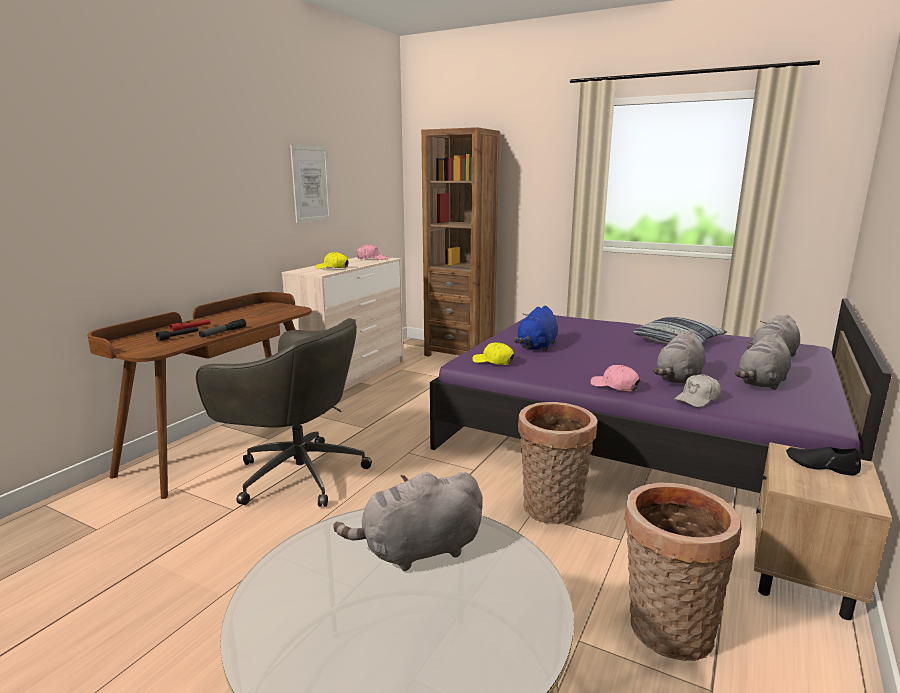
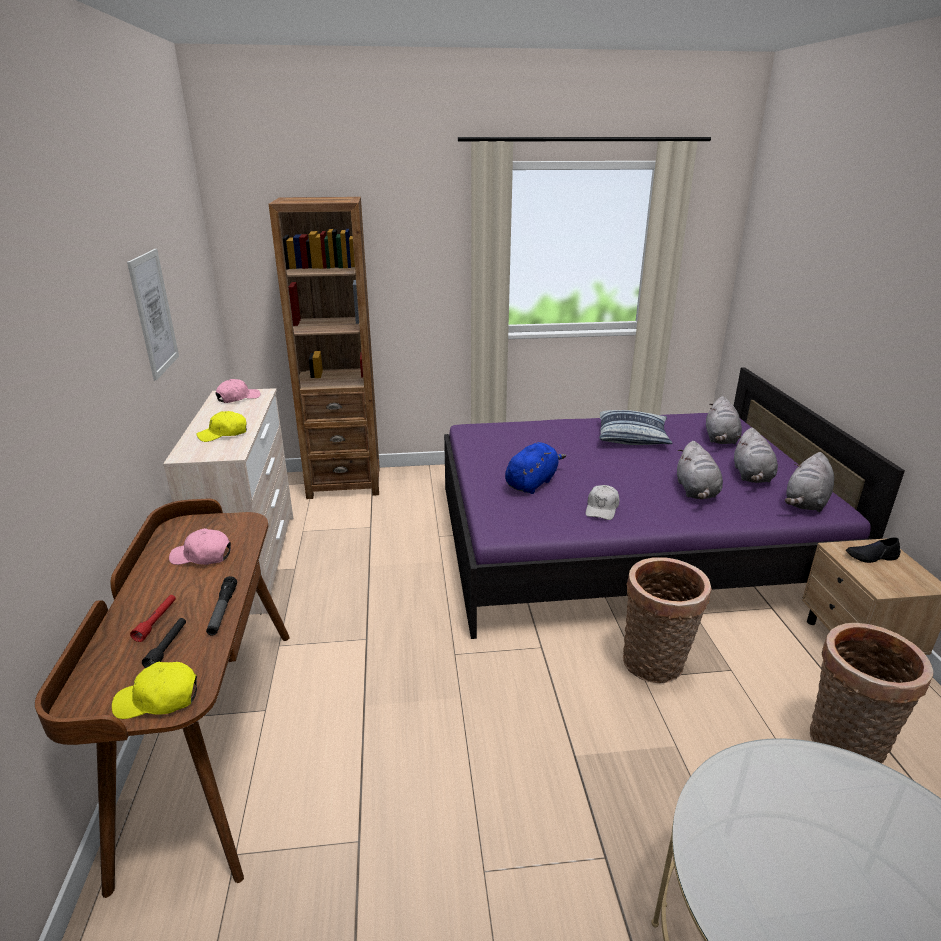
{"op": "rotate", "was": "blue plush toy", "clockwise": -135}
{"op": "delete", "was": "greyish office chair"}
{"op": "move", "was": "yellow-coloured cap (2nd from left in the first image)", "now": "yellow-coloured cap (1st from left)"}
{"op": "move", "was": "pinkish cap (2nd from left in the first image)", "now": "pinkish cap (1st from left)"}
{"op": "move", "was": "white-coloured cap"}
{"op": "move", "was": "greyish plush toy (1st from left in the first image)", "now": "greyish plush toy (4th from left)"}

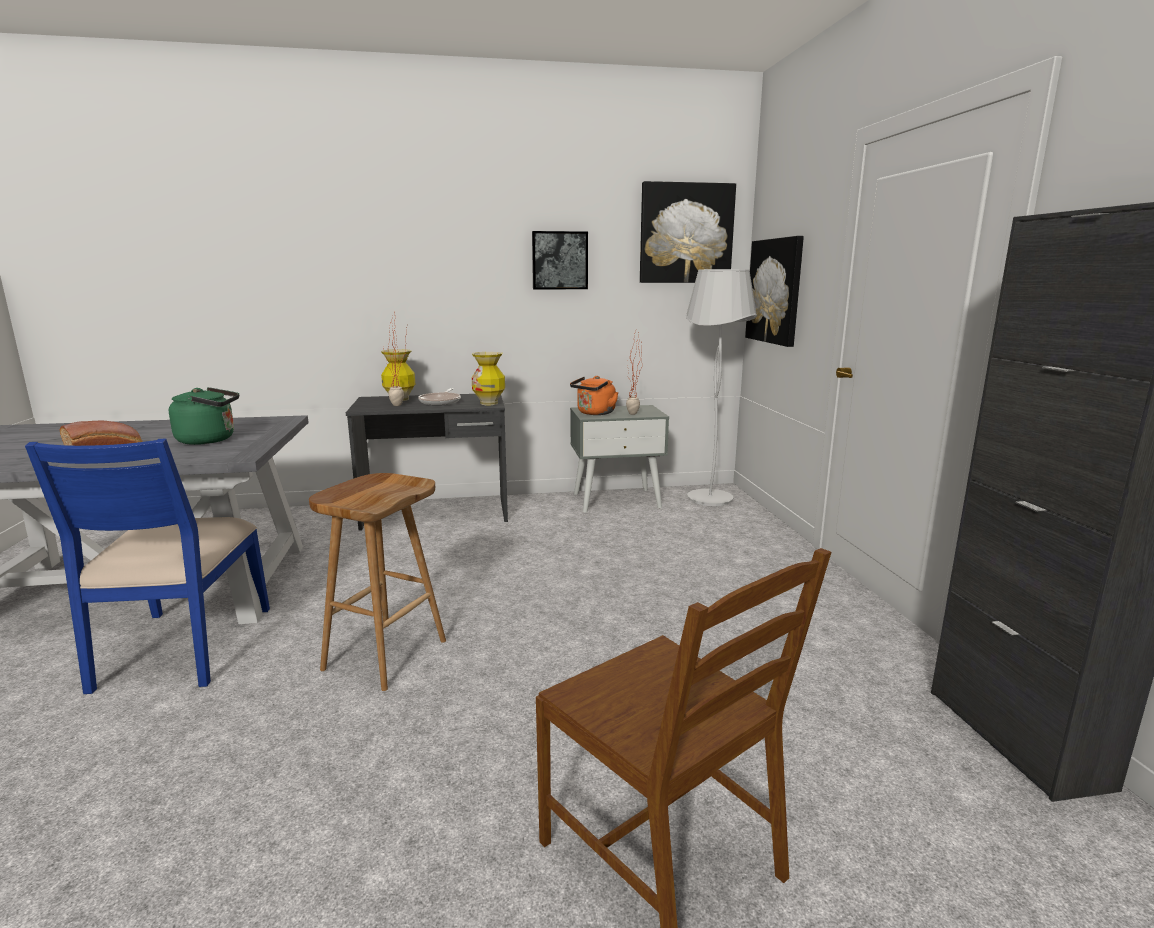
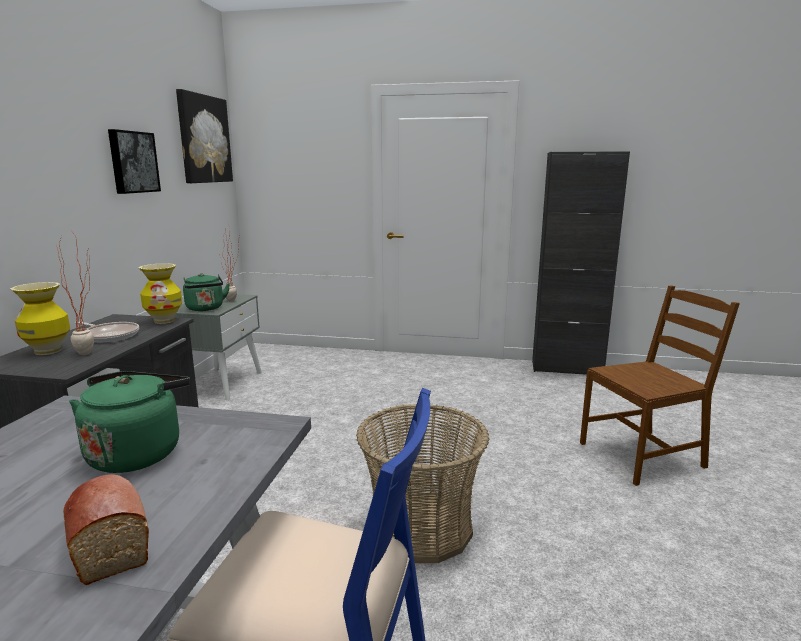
{"op": "delete", "was": "picture (3rd from left)"}
{"op": "delete", "was": "white-coloured standing lamp"}
{"op": "recolor", "was": "orange water kettle", "now": "green-coloured water kettle (2nd from left)"}
{"op": "replace", "was": "brownish sitting stool", "now": "basket"}

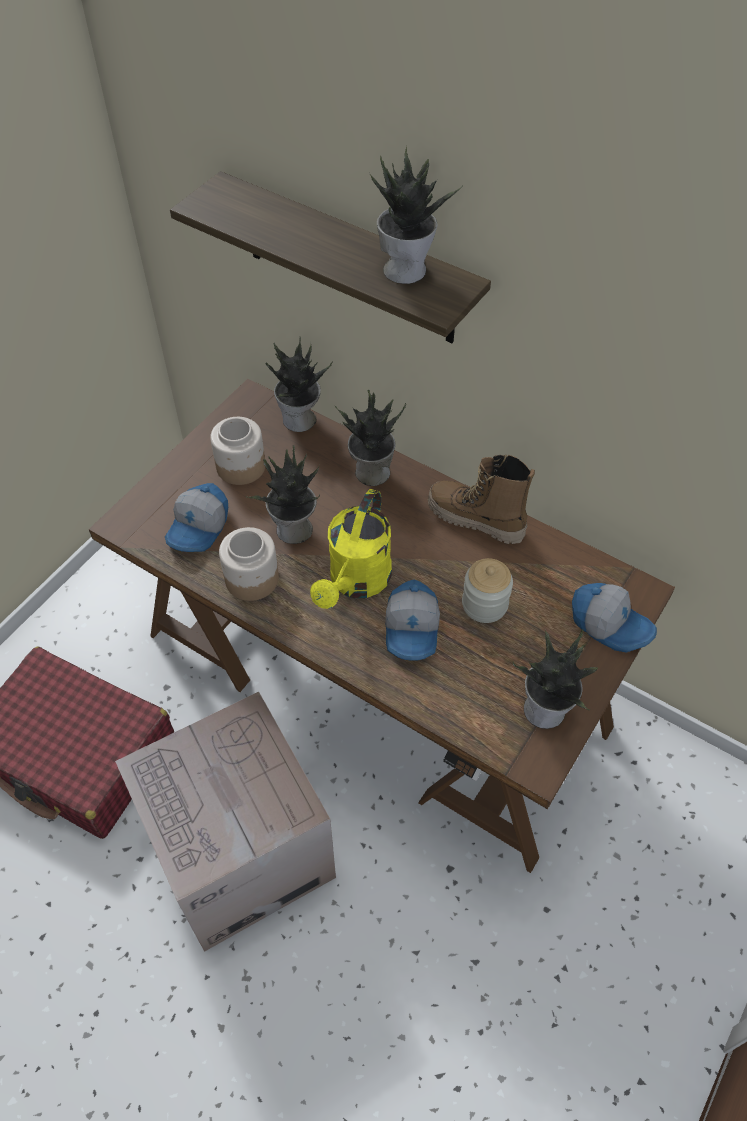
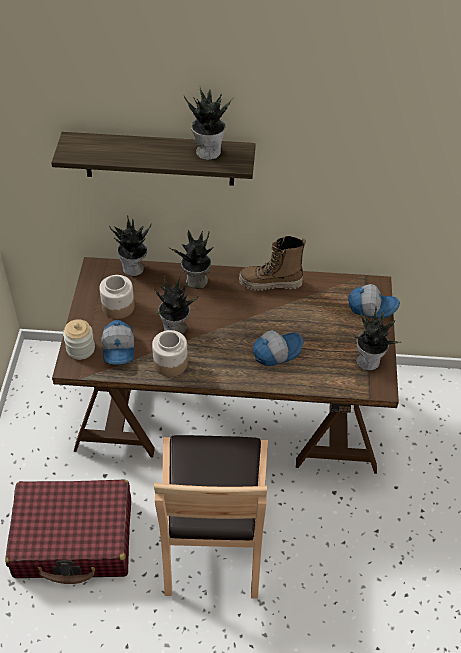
{"op": "delete", "was": "yellow-coloured watering can"}
{"op": "move", "was": "preserve jar (3rd from left in the first image)", "now": "preserve jar (1st from left)"}
{"op": "rotate", "was": "cap (2nd from left)", "clockwise": -90}
{"op": "replace", "was": "packing box", "now": "brownish plain chair"}

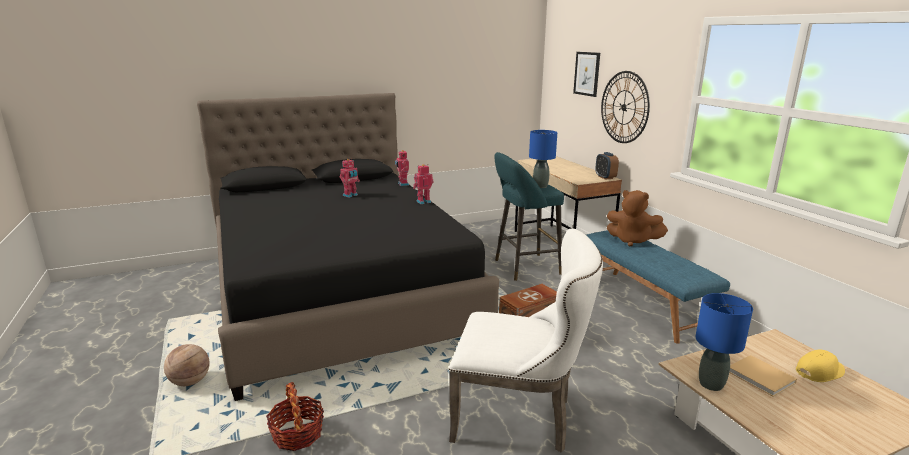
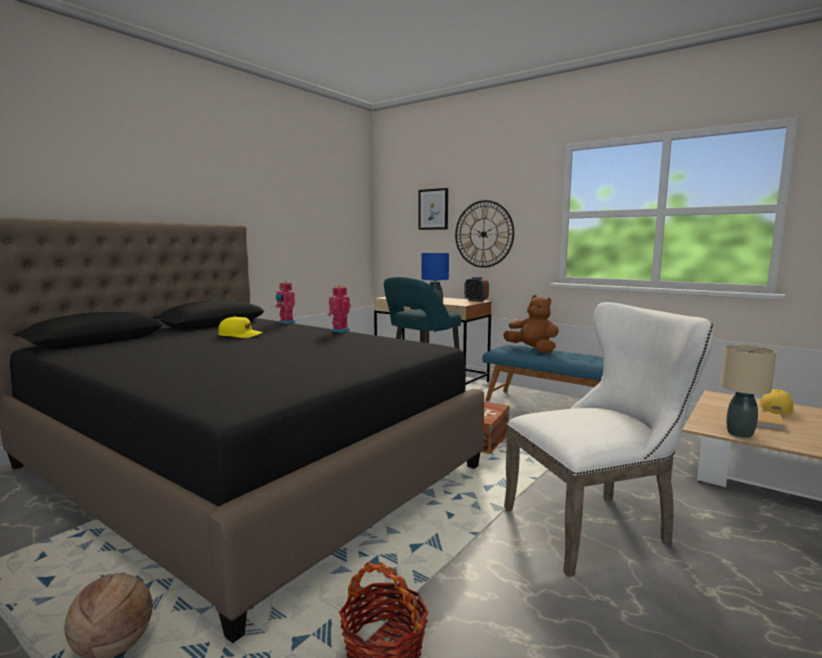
{"op": "replace", "was": "robot figure (1st from left)", "now": "yellow-coloured cap (1st from left)"}
{"op": "rotate", "was": "brownish plush toy", "clockwise": -135}
{"op": "recolor", "was": "blue tabletop lamp (2nd from left)", "now": "beige-coloured tabletop lamp"}

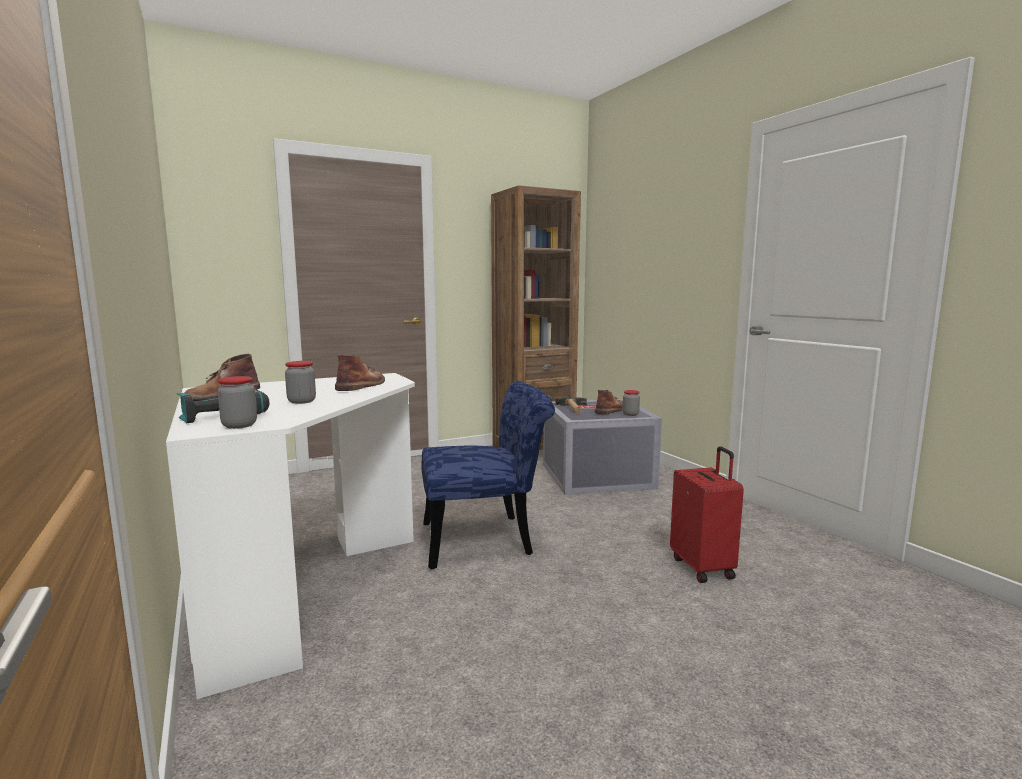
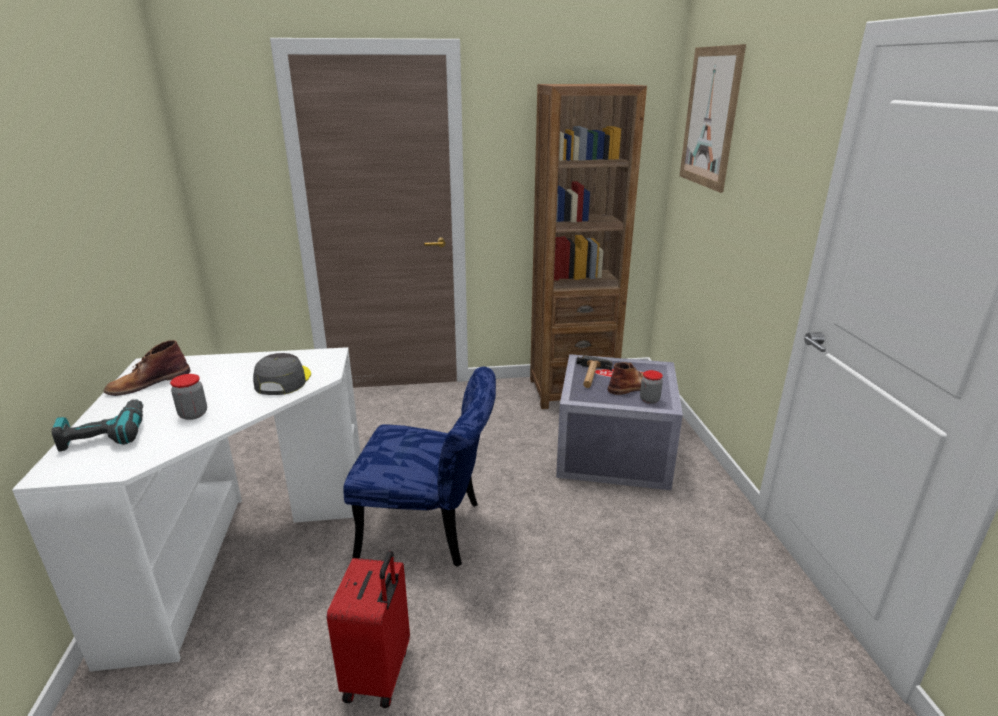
{"op": "replace", "was": "brownish high-top boot (2nd from left)", "now": "greyish cap"}
{"op": "delete", "was": "preserve jar (1st from left)"}
{"op": "move", "was": "reddish piece of luggage"}
{"op": "insert", "now": "picture"}

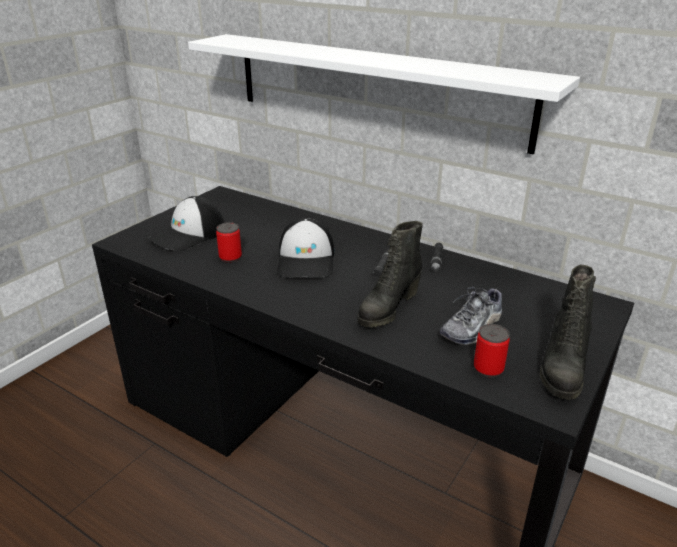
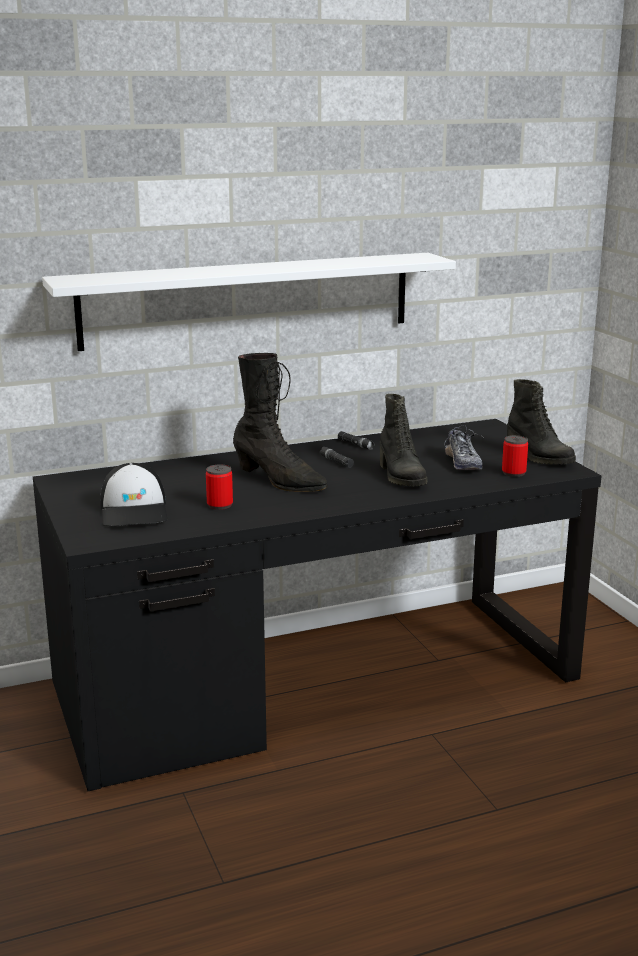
{"op": "replace", "was": "cap (2nd from left)", "now": "black-coloured high-top boot (1st from left)"}

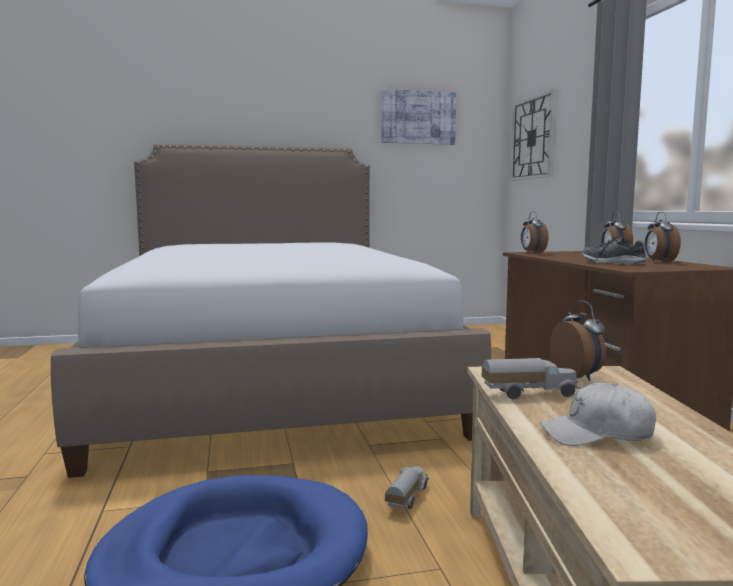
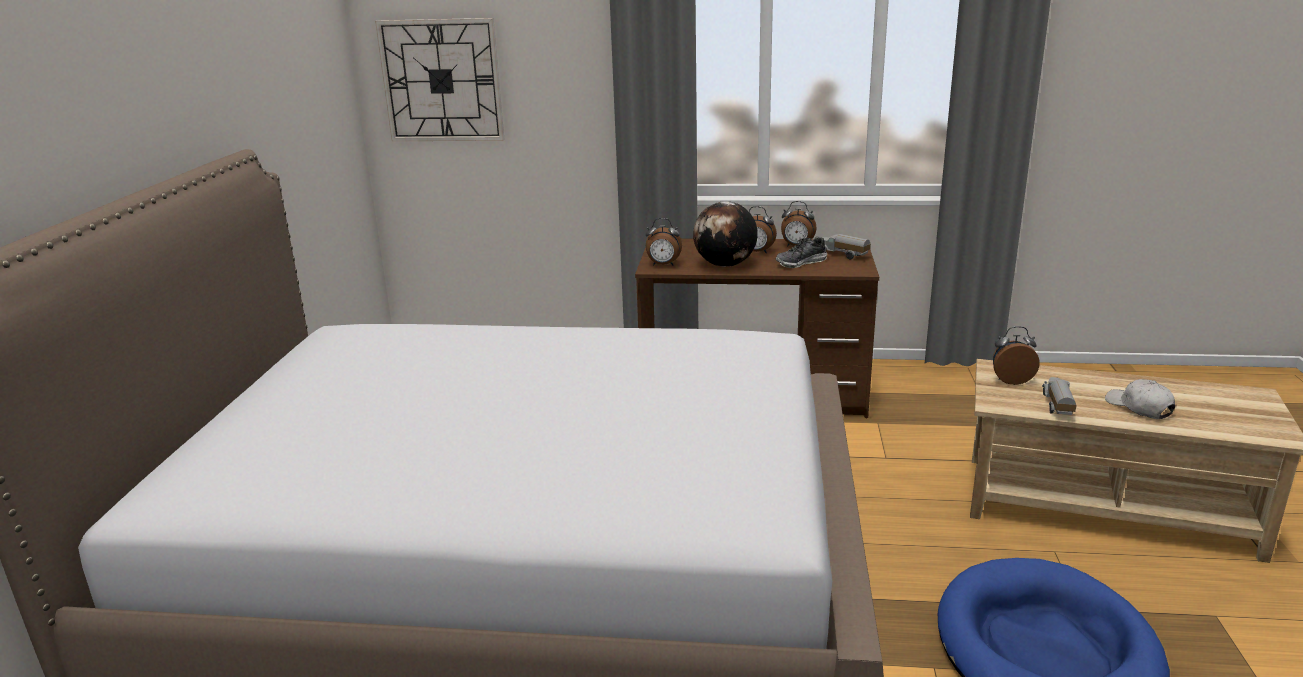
{"op": "delete", "was": "picture"}
{"op": "rotate", "was": "white-coloured cap", "clockwise": 135}
{"op": "move", "was": "model truck (1st from left)"}
{"op": "insert", "now": "world globe"}

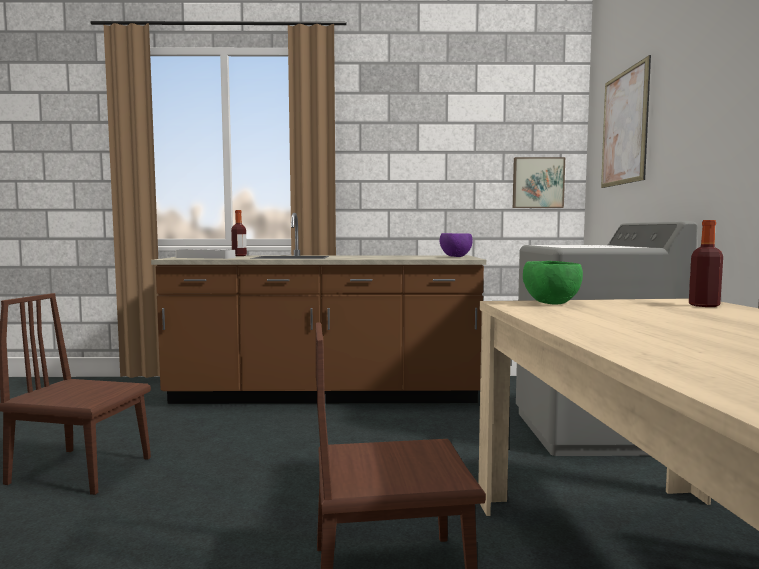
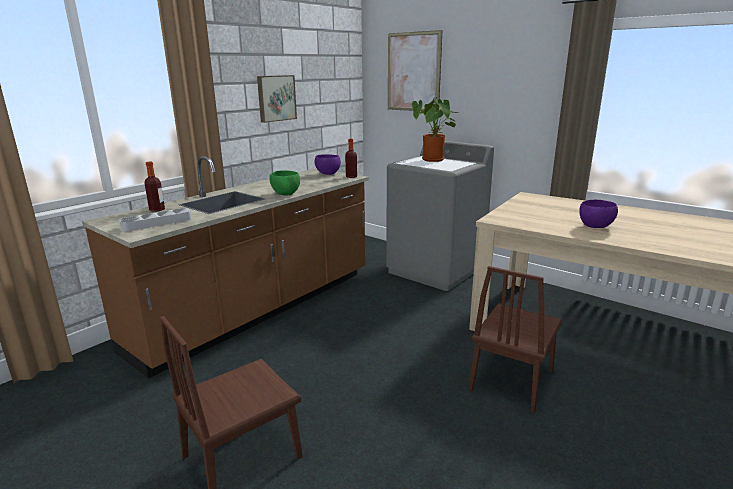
{"op": "move", "was": "picture (1st from left)"}
{"op": "move", "was": "bottle (2nd from left)"}
{"op": "move", "was": "green-coloured serving bowl"}
{"op": "insert", "now": "plant in a pot"}
{"op": "insert", "now": "purple-coloured serving bowl (2nd from left)"}

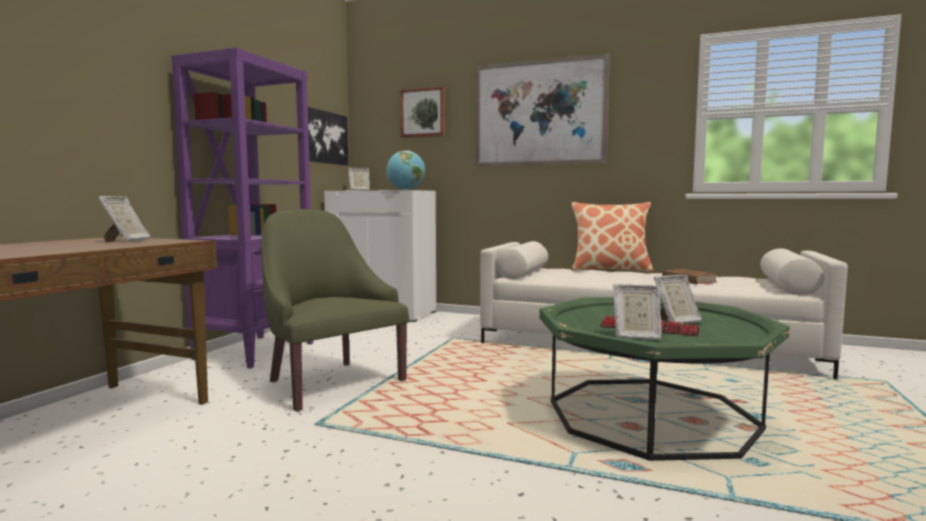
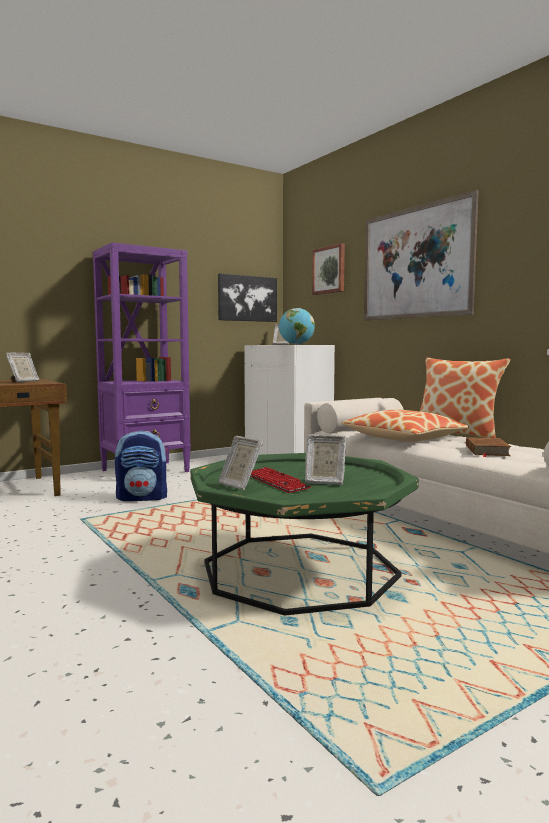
{"op": "replace", "was": "green-coloured easy chair", "now": "knapsack"}
{"op": "insert", "now": "pillow (1st from left)"}

